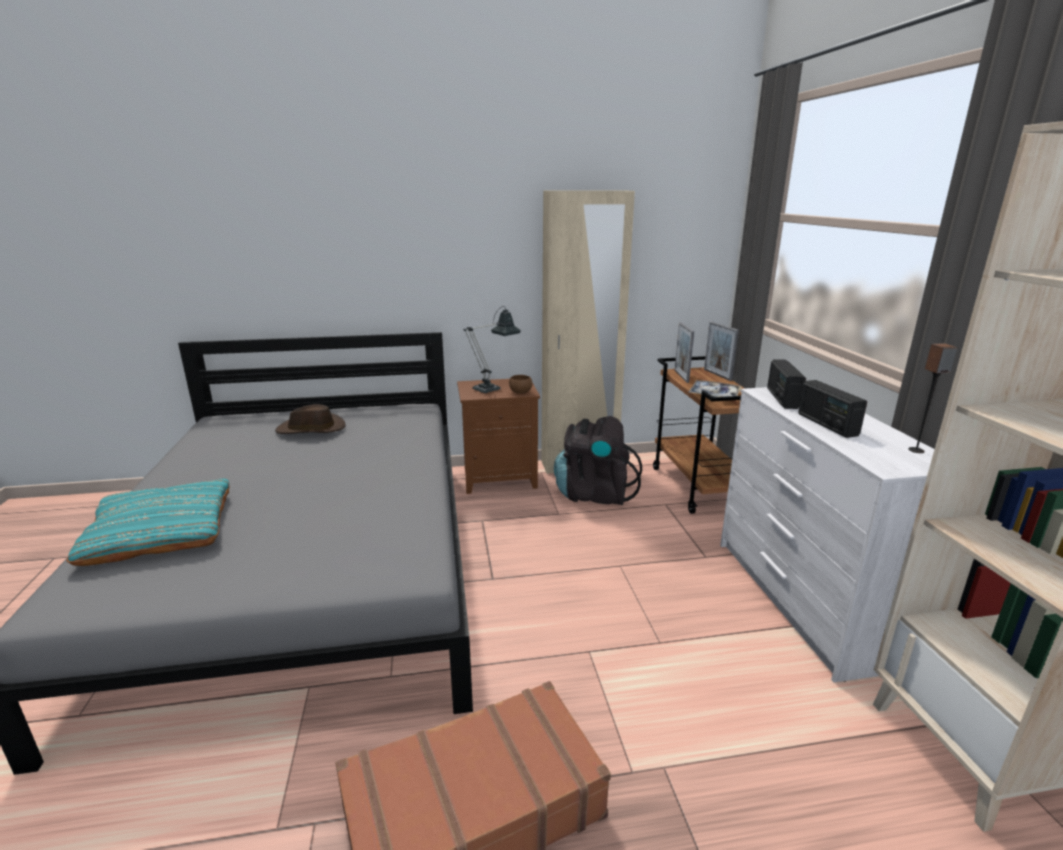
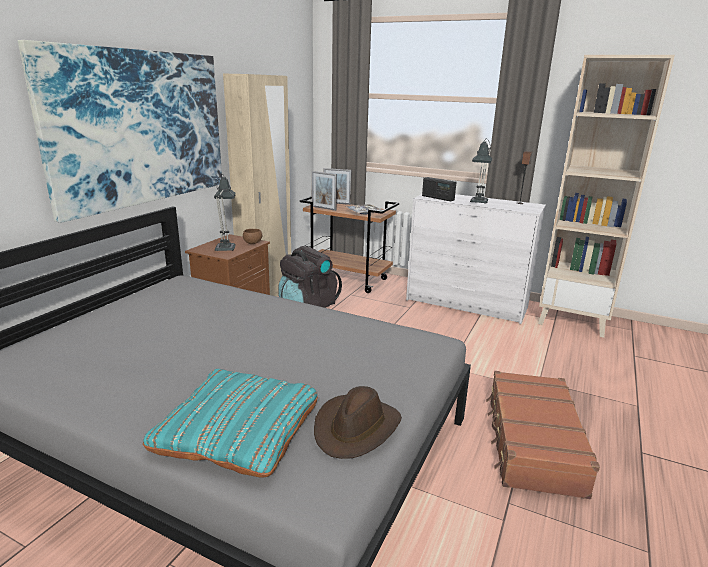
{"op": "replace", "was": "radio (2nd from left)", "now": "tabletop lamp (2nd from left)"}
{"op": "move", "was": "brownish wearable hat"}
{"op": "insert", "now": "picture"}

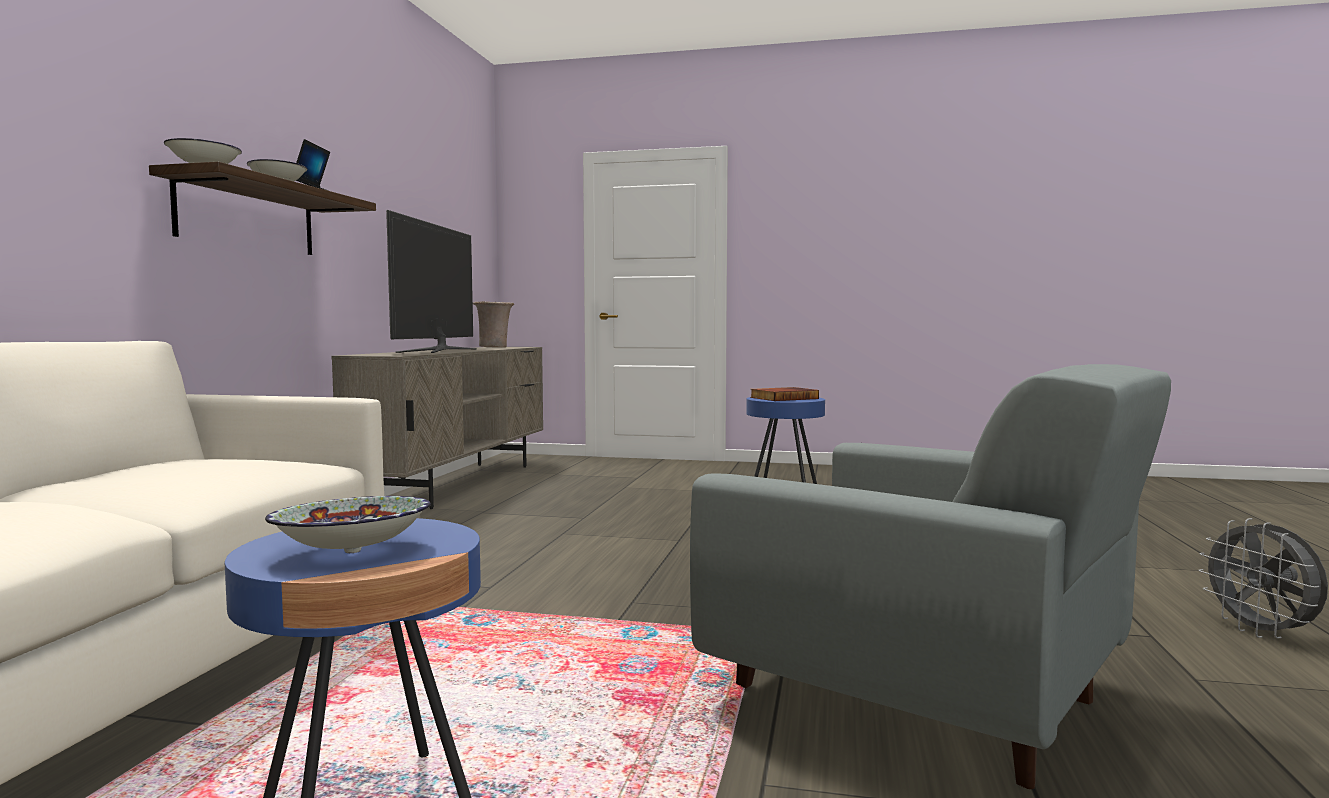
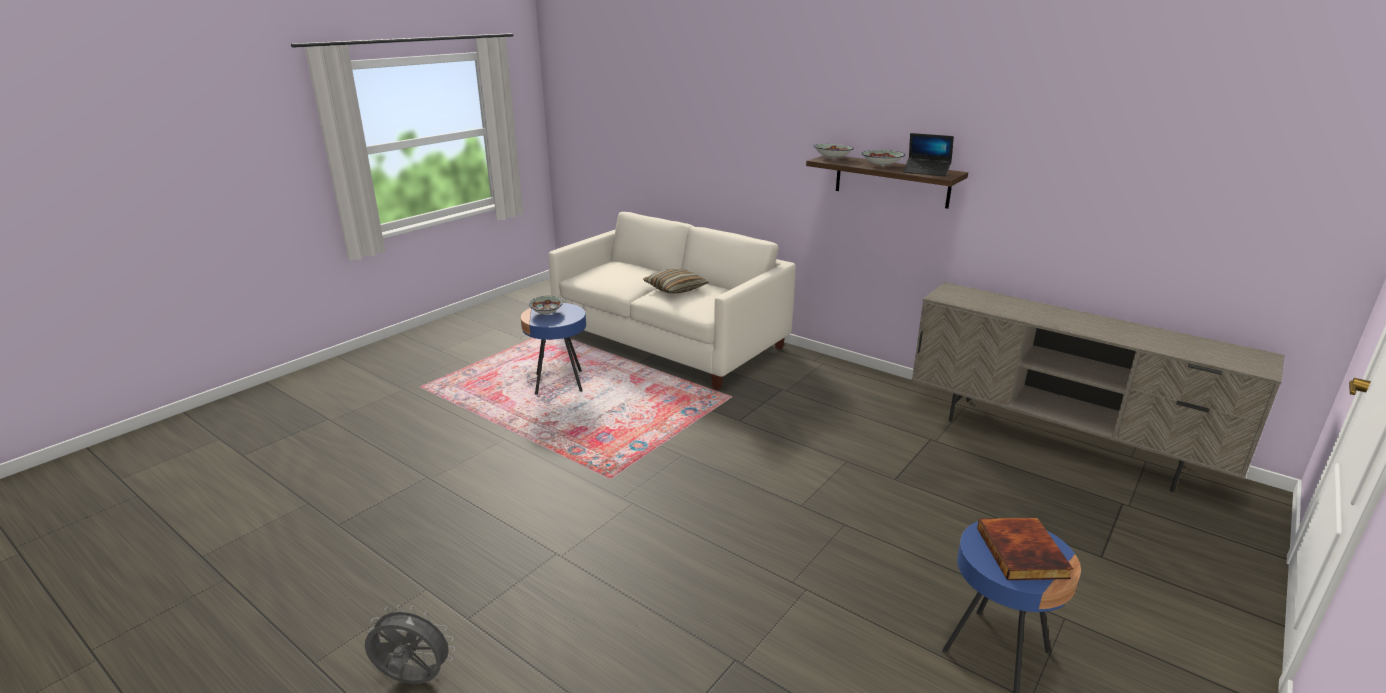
{"op": "delete", "was": "television"}
{"op": "delete", "was": "beige-coloured flower vase"}
{"op": "delete", "was": "greyish easy chair"}
{"op": "insert", "now": "pillow"}

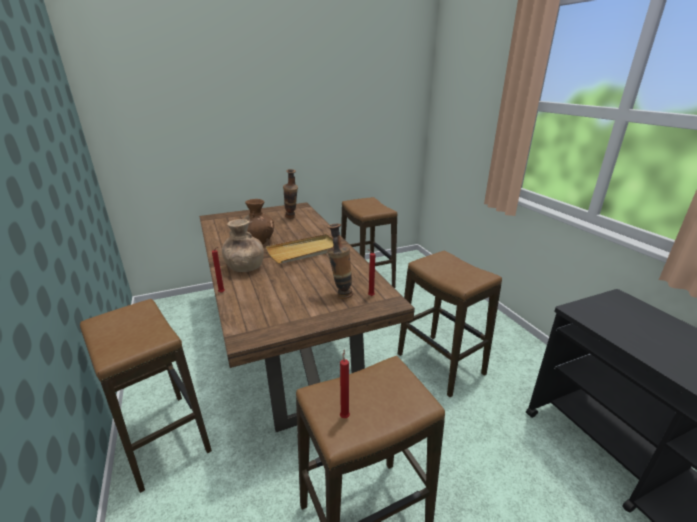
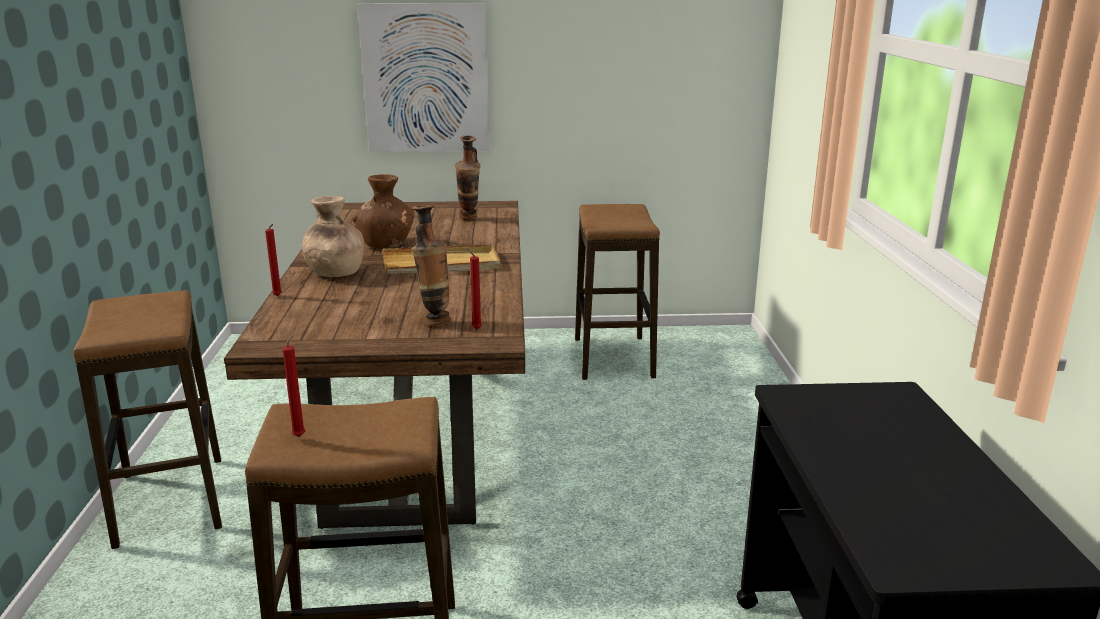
{"op": "delete", "was": "sitting stool (4th from left)"}
{"op": "insert", "now": "picture"}

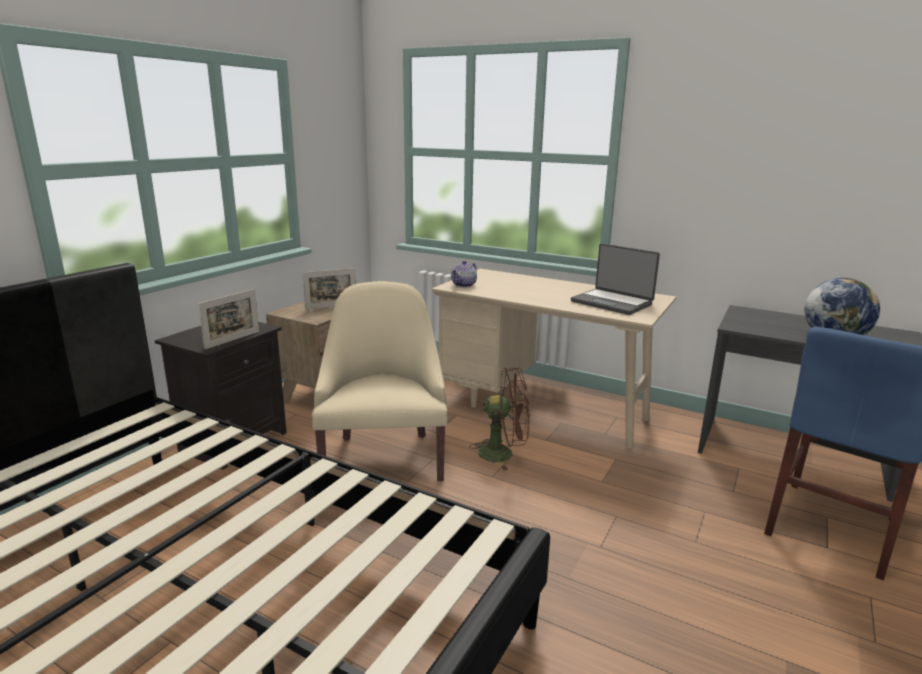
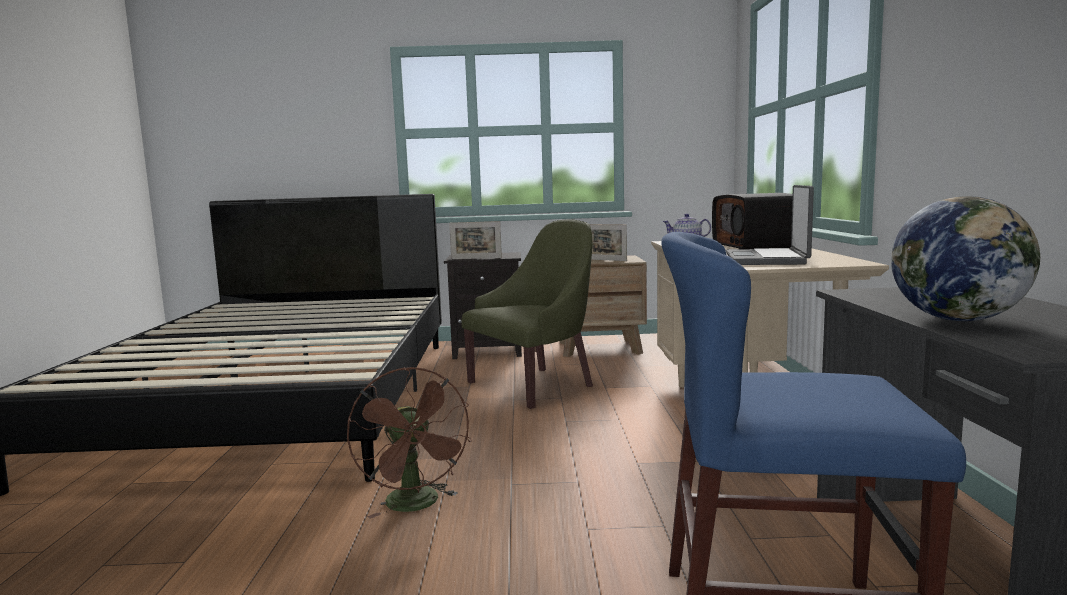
{"op": "recolor", "was": "beige-coloured easy chair", "now": "green-coloured easy chair"}
{"op": "move", "was": "brownish electric fan"}
{"op": "insert", "now": "radio"}

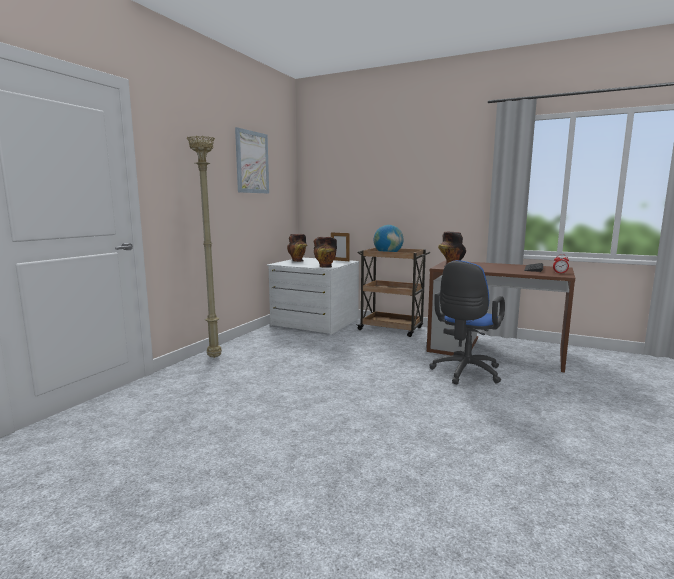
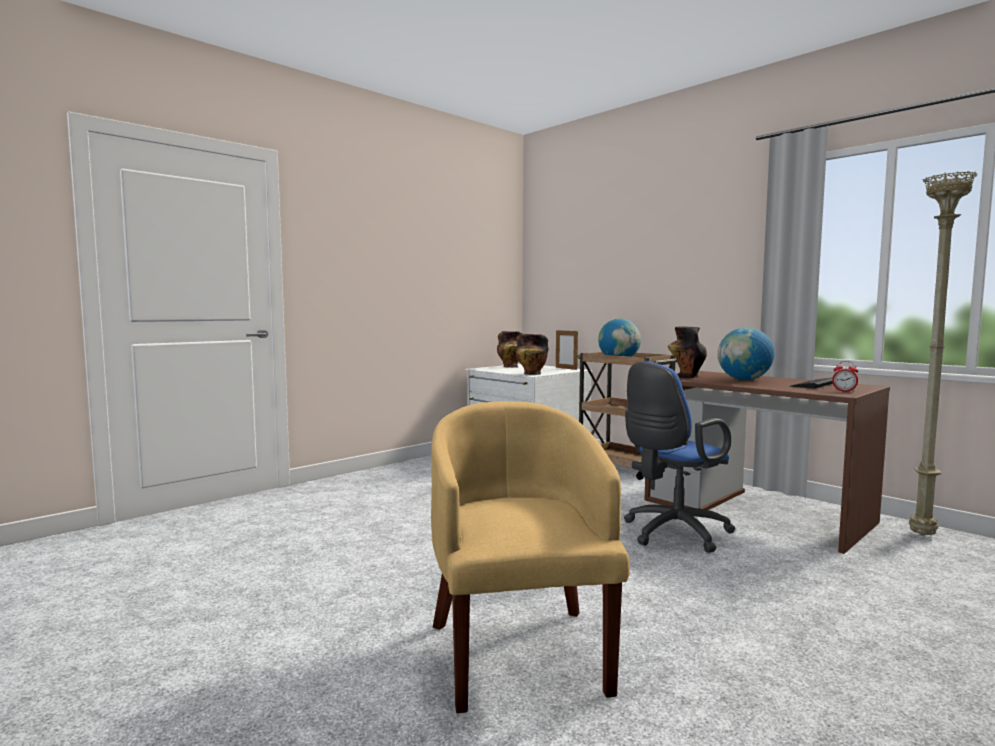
{"op": "delete", "was": "picture"}
{"op": "move", "was": "beige-coloured standing lamp"}
{"op": "insert", "now": "world globe (2nd from left)"}
{"op": "insert", "now": "yellow-coloured easy chair"}

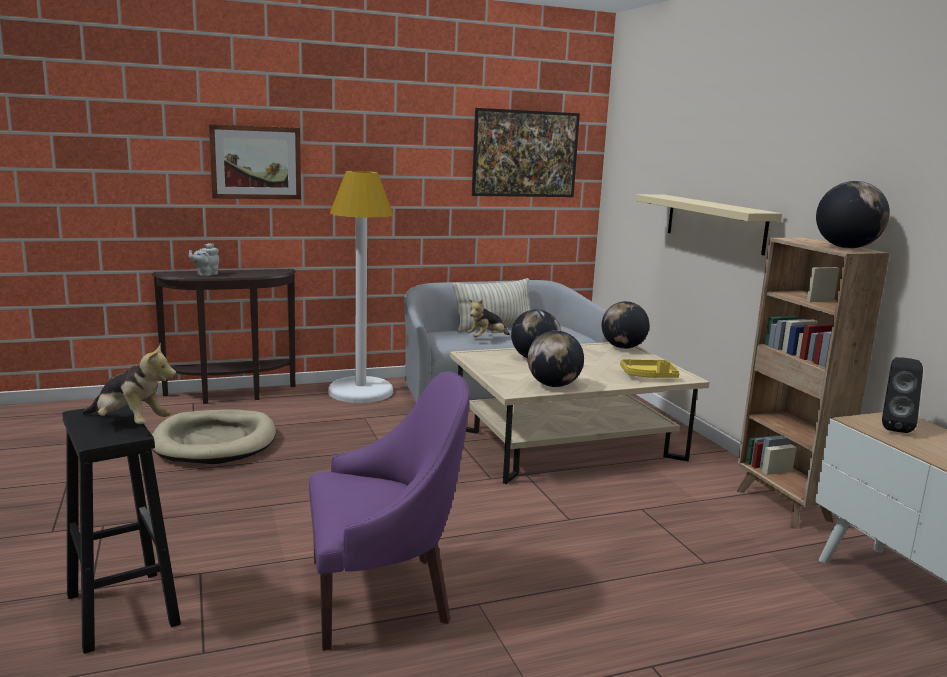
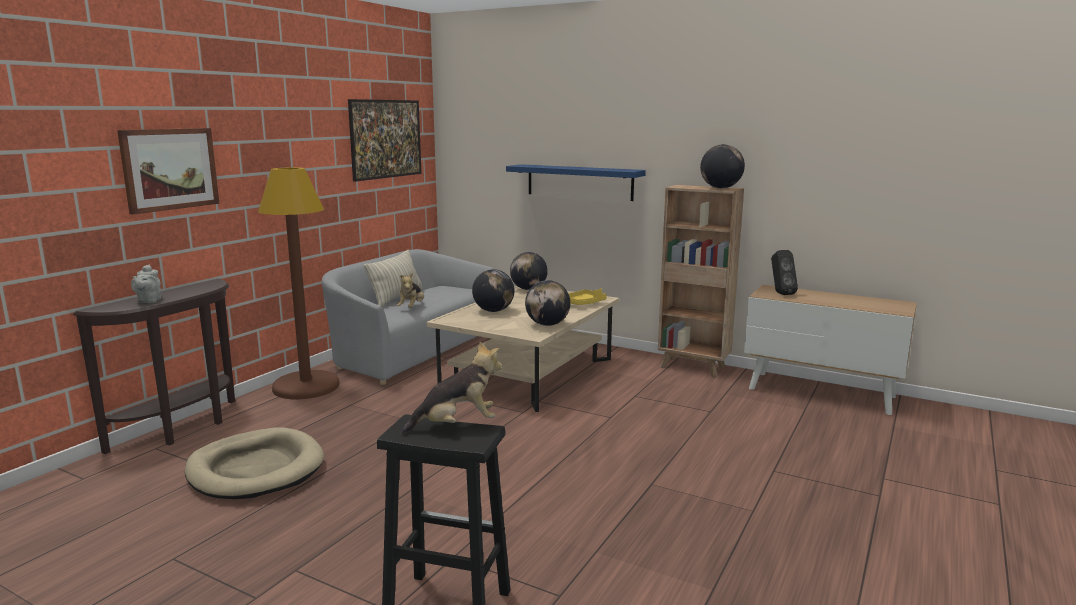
{"op": "recolor", "was": "white-coloured standing lamp", "now": "brownish standing lamp"}
{"op": "recolor", "was": "beige-coloured shelf", "now": "blue shelf"}
{"op": "delete", "was": "purple-coloured easy chair"}

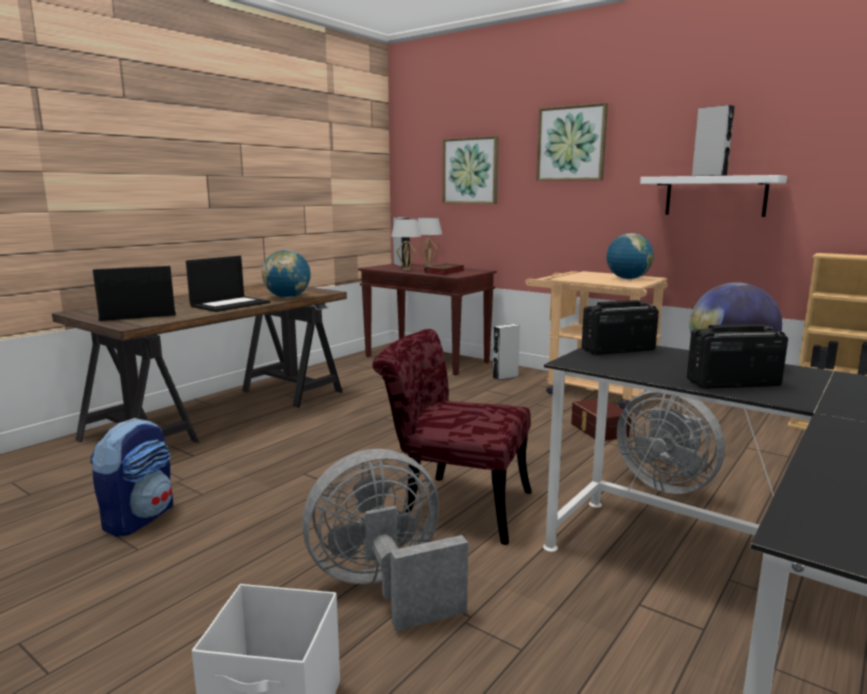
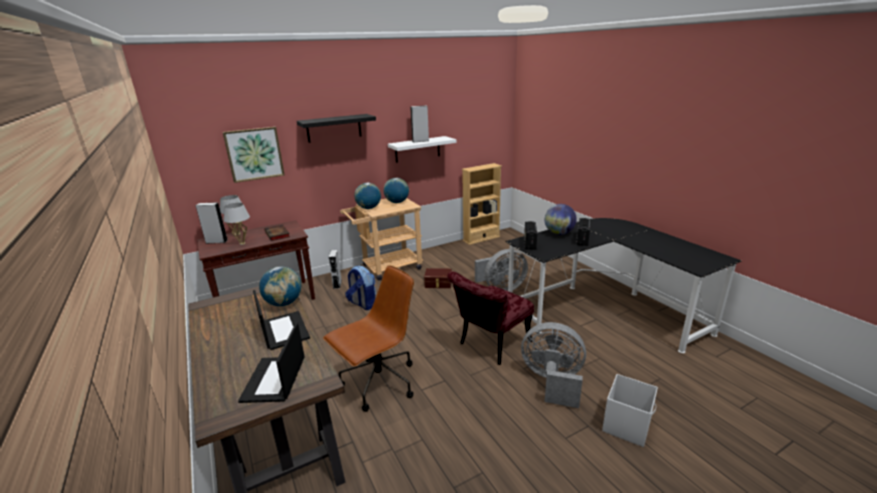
{"op": "replace", "was": "picture (2nd from left)", "now": "black-coloured shelf"}
{"op": "move", "was": "knapsack"}
{"op": "rotate", "was": "greyish electric fan (1st from left in the first image)", "clockwise": 105}
{"op": "insert", "now": "world globe (2nd from left)"}
{"op": "insert", "now": "brownish office chair"}

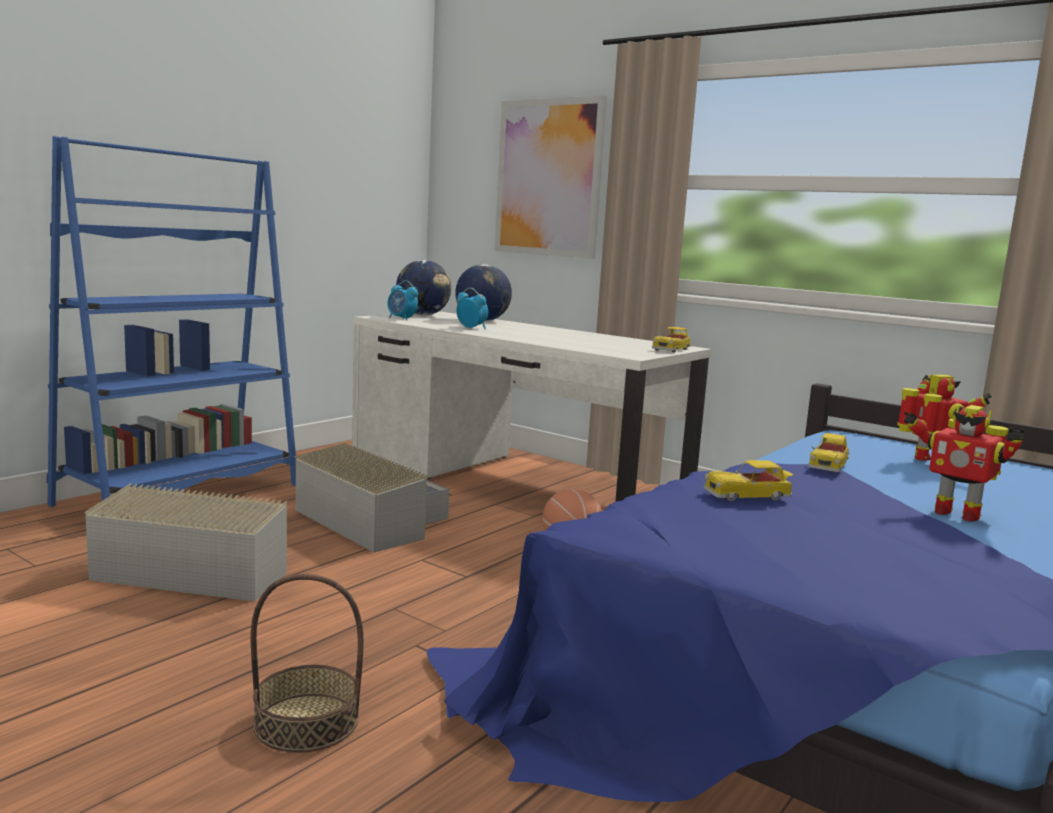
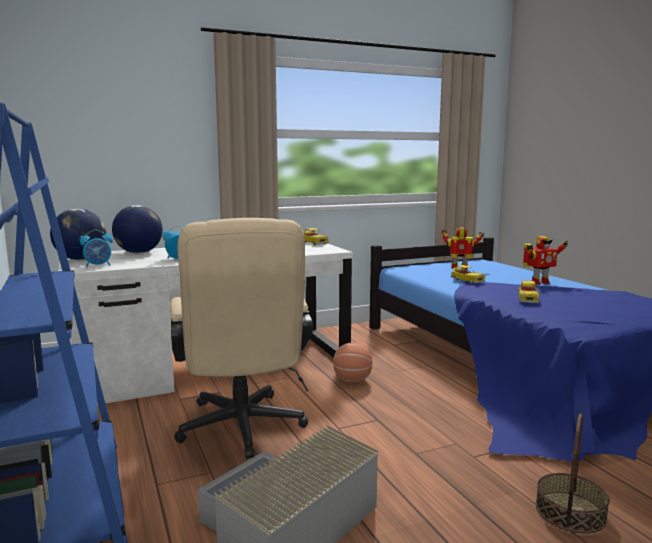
{"op": "delete", "was": "picture"}
{"op": "replace", "was": "greyish storage container (2nd from left)", "now": "beige-coloured office chair"}

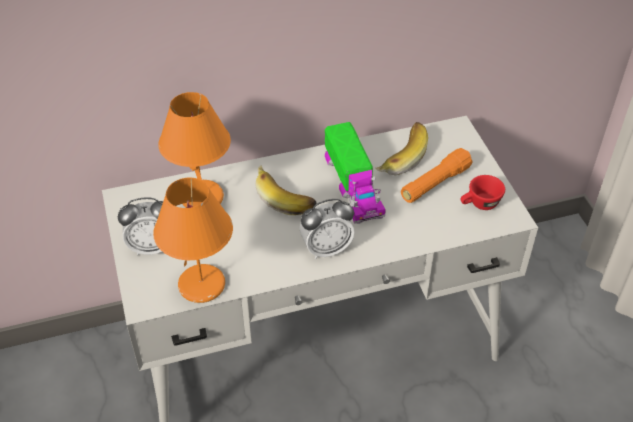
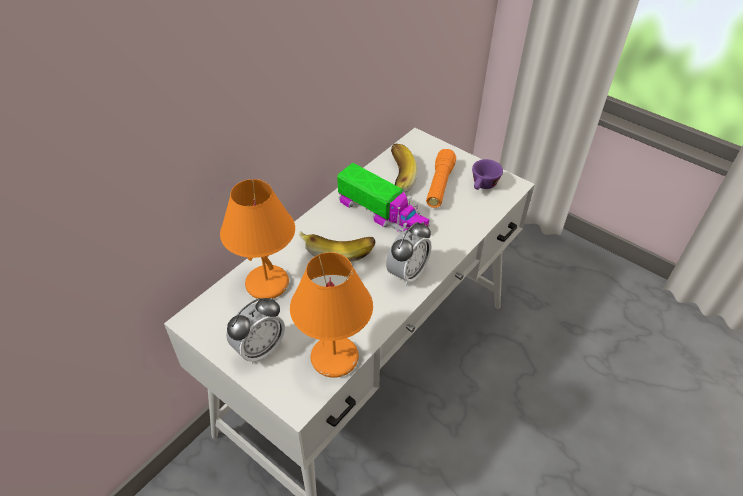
{"op": "recolor", "was": "reddish cup", "now": "purple-coloured cup"}

